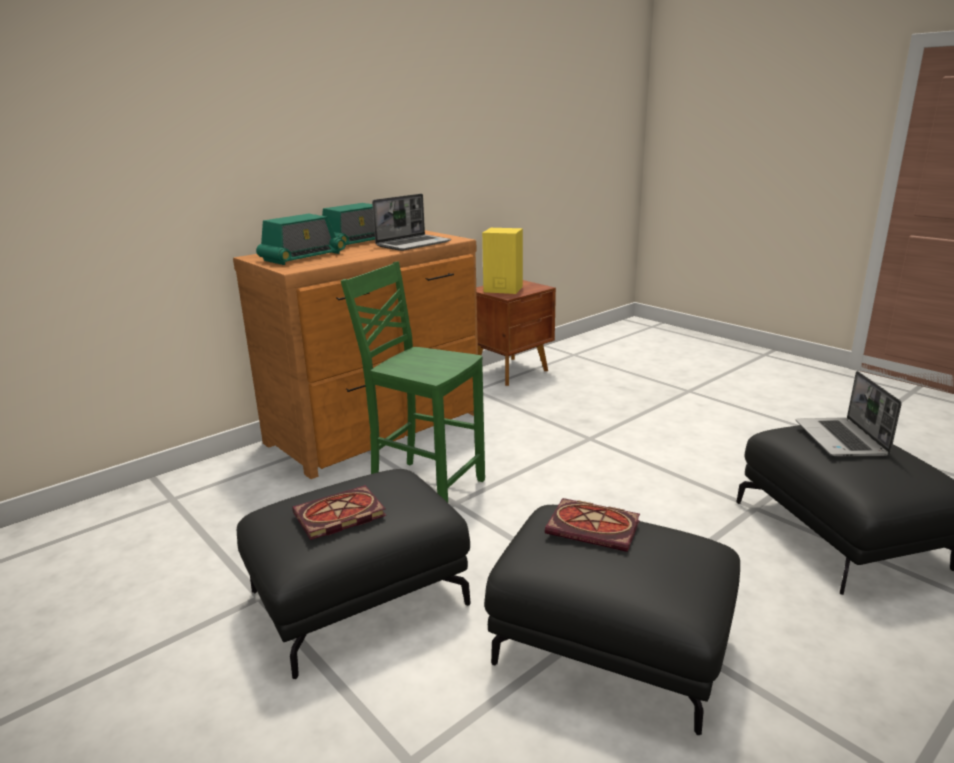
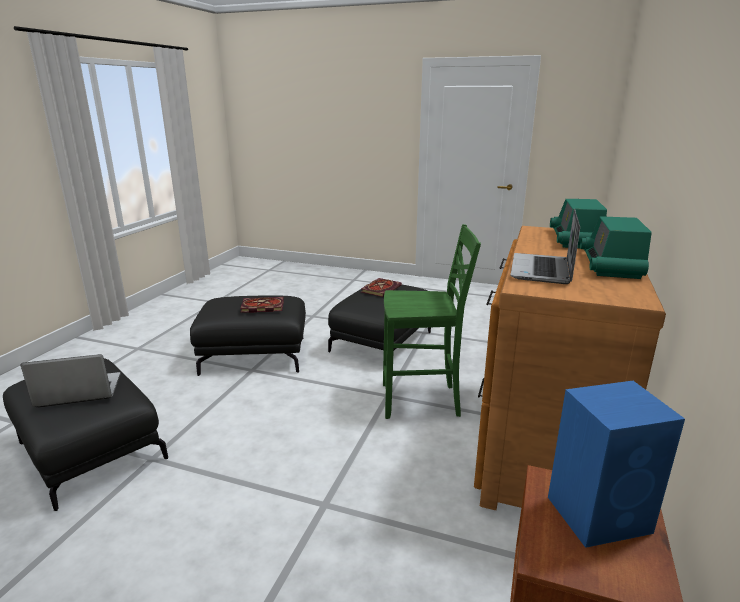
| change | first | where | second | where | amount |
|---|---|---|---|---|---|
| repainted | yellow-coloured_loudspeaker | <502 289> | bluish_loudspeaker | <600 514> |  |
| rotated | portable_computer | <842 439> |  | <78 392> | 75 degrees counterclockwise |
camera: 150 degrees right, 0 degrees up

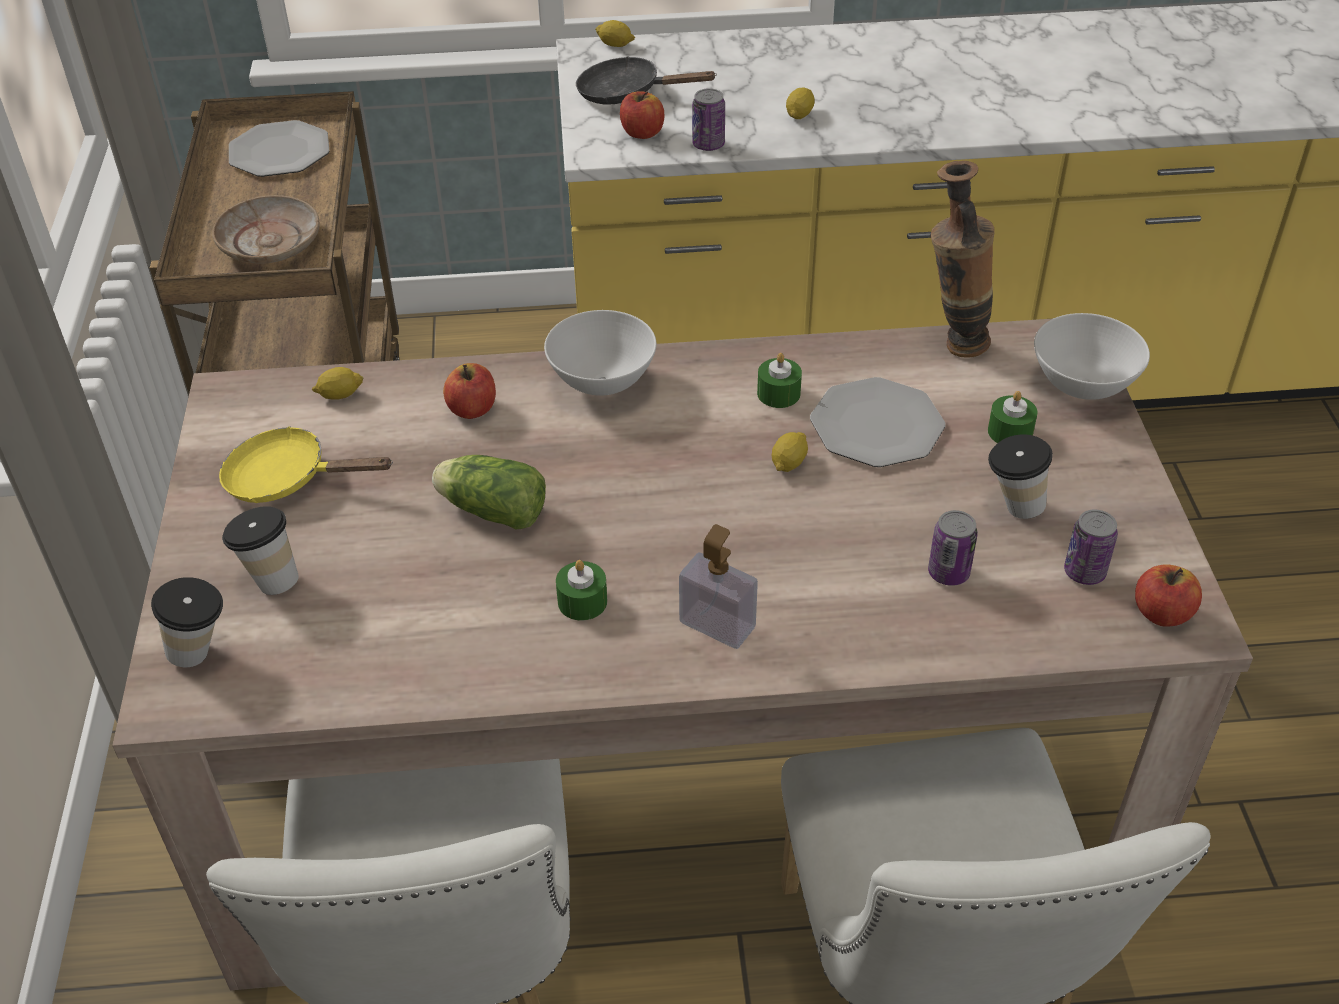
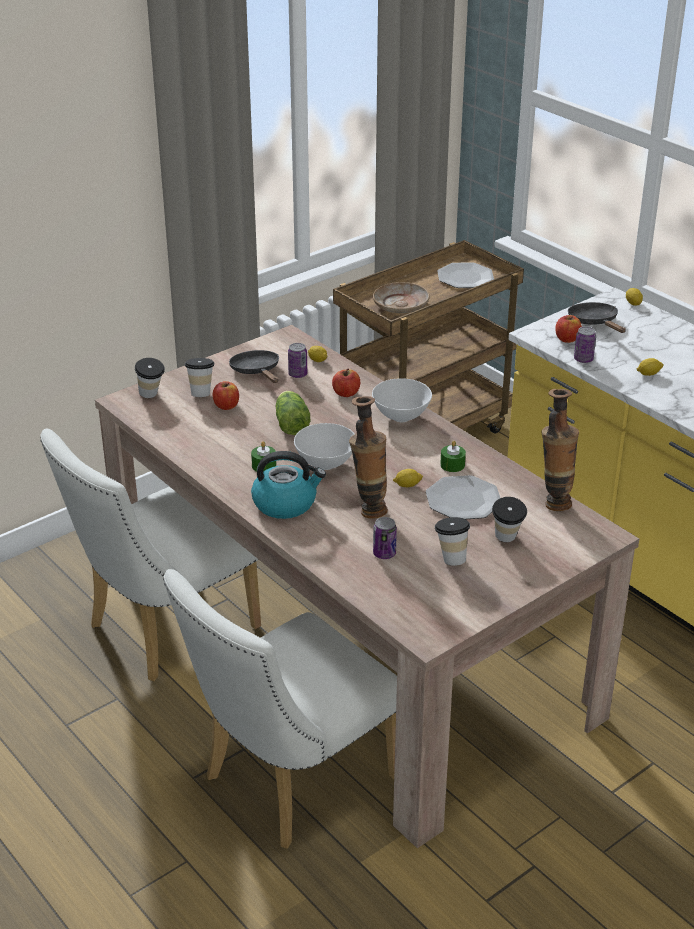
| change | first | where | second | where | amount |
|---|---|---|---|---|---|
| repainted | yellow-coloured_frying_pan | <288 479> | blackish_frying_pan | <257 371> |  |
| swapped | soap_dispenser | <717 625> | water_kettle | <286 503> |  |
| swapped | green_wax_candle | <1010 432> | small_cup | <506 540> |  |
| shifted | white-coloured_deep_dish | <1081 388> |  | <325 464> |  |
| shifted | metal_can | <1084 572> |  | <298 374> |  |
| shifted | whole_apple | <1162 613> |  | <226 406> |  |
| new |  |  | vase | <369 509> |  |
camera: 55 degrees right, 10 degrees down

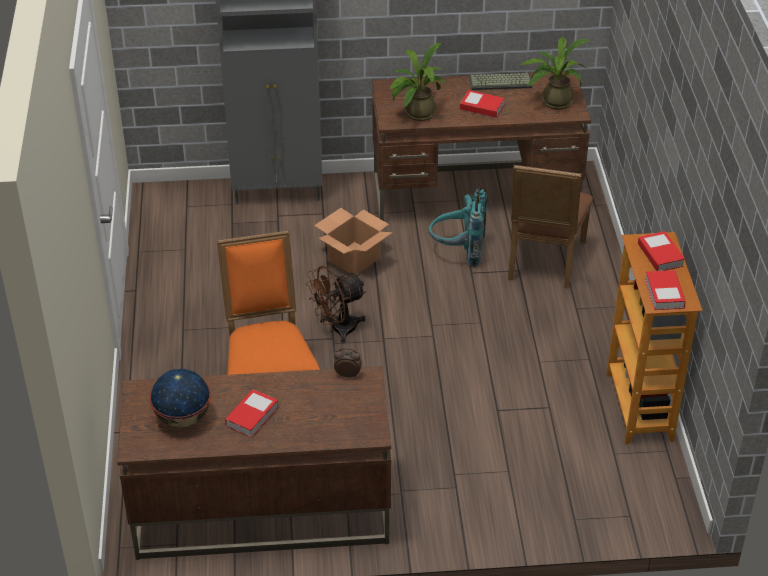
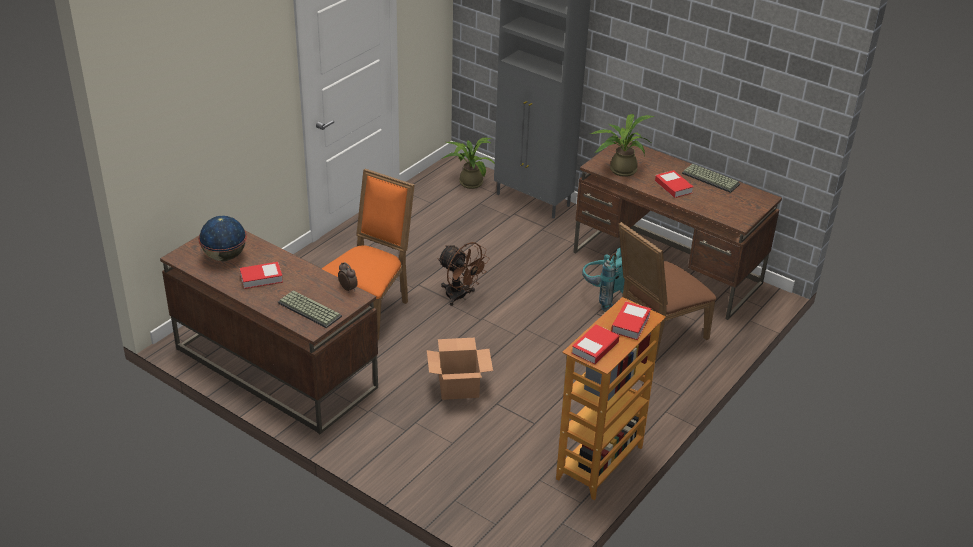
| change | first | where | second | where | amount |
|---|---|---|---|---|---|
| rotated | brownish_fan | <337 329> |  | <460 296> | 150 degrees counterclockwise |
| shifted | packing_box | <353 259> |  | <458 387> |  |
| shifted | houseplant | <553 101> |  | <469 182> |  |
| new |  |  | computer_keyboard | <308 310> |  |
camera: 40 degrees right, 5 degrees down

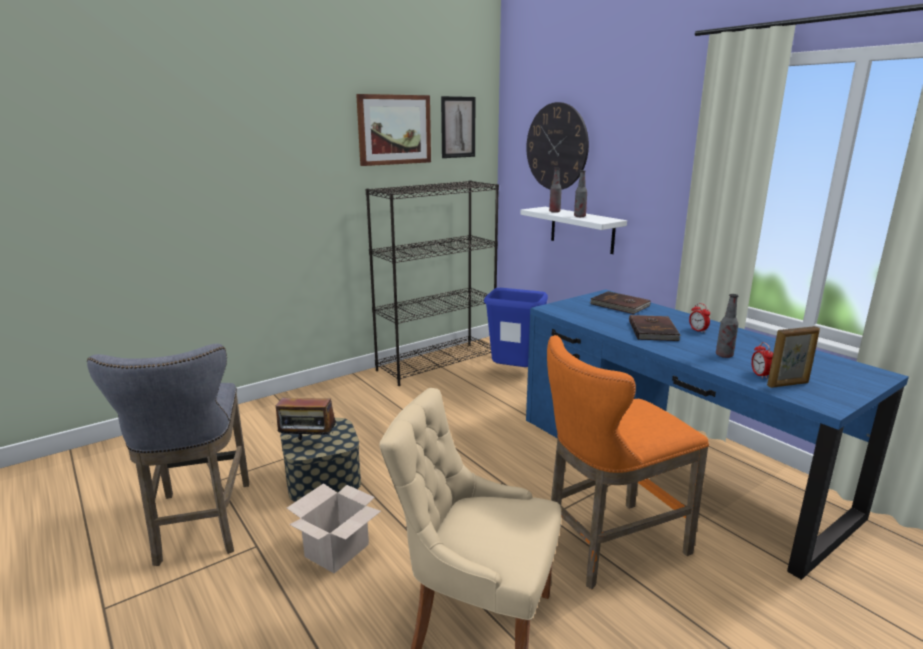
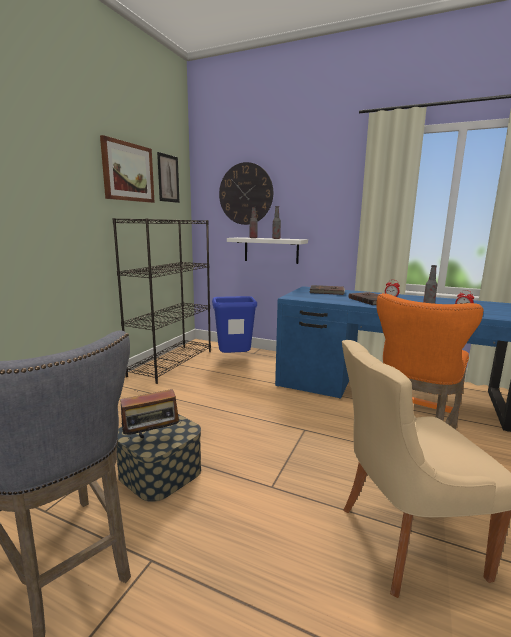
| change | first | where | second | where | amount |
|---|---|---|---|---|---|
| gone | packing_box | <336 552> |  |  |  |
| gone | standing_frame | <788 384> |  |  |  |
camera: 30 degrees left, 5 degrees down

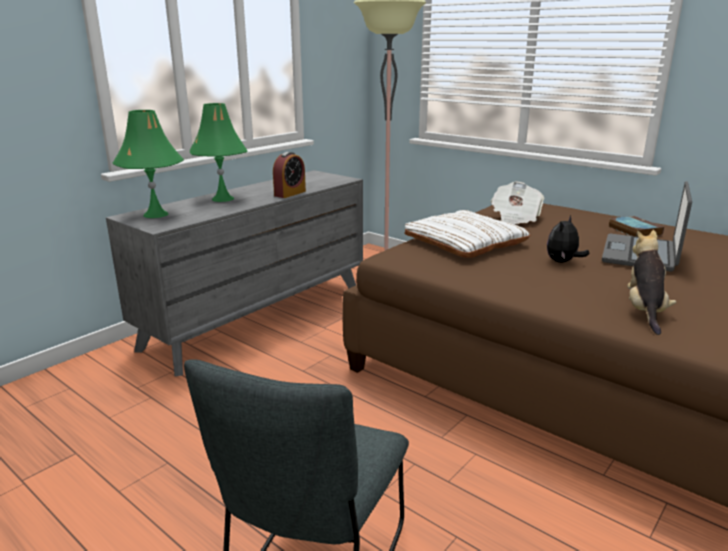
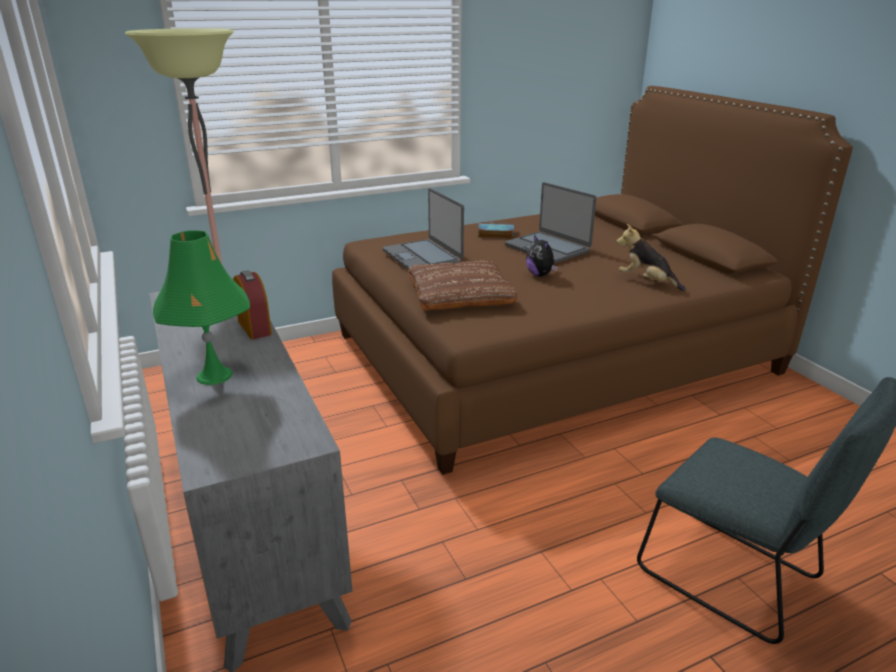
| change | first | where | second | where | amount |
|---|---|---|---|---|---|
| gone | green_lamp_for_a_table | <155 214> |  |  |  |
| repainted | white-coloured_pillow | <465 242> | brownish_pillow | <460 293> |  |
| swapped | newspaper | <515 217> | portable_computer | <423 257> |  |
camera: 65 degrees left, 5 degrees up

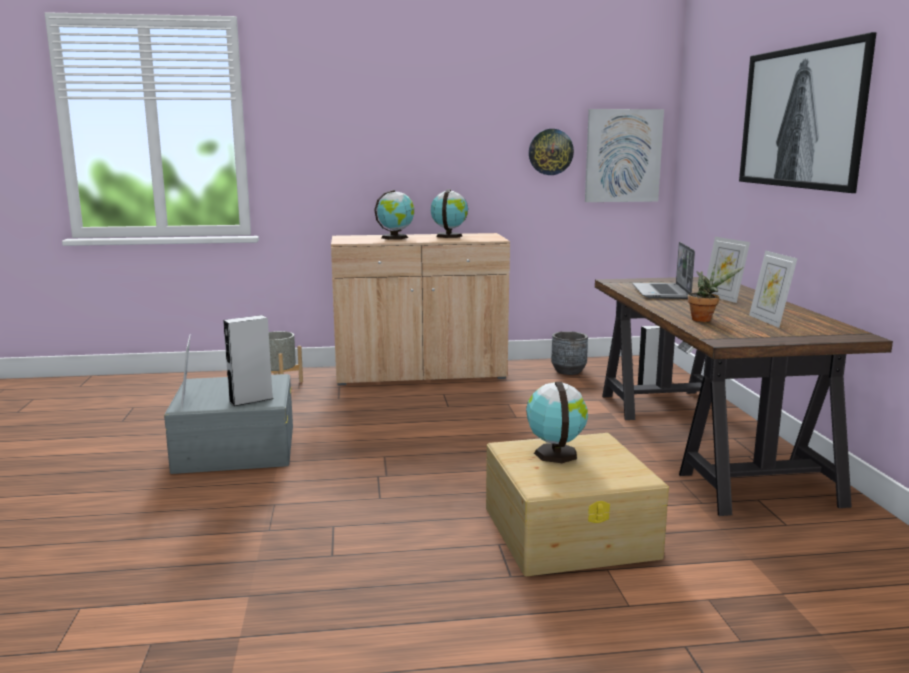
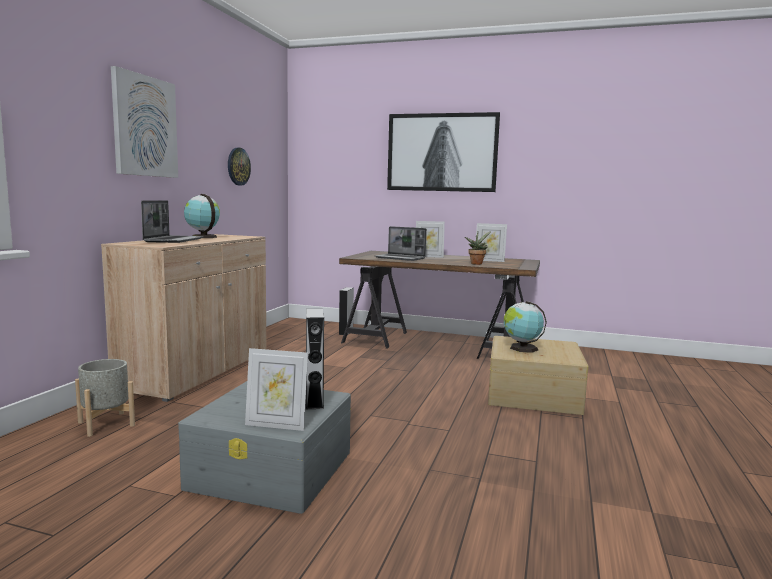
| change | first | where | second | where | amount |
|---|---|---|---|---|---|
| swapped | world_globe | <396 237> | portable_computer | <173 240> |  |
| gone | gray_flower_pot | <568 371> |  |  |  |
| shifted | wall_art | <623 156> |  | <144 126> |  |
camera: 65 degrees left, 5 degrees down

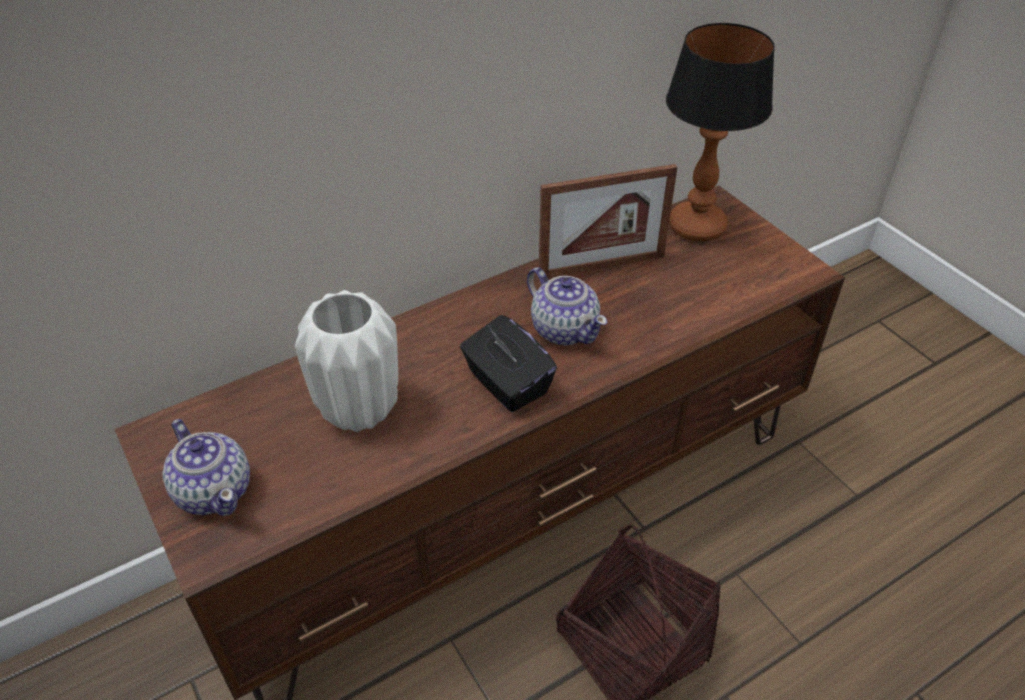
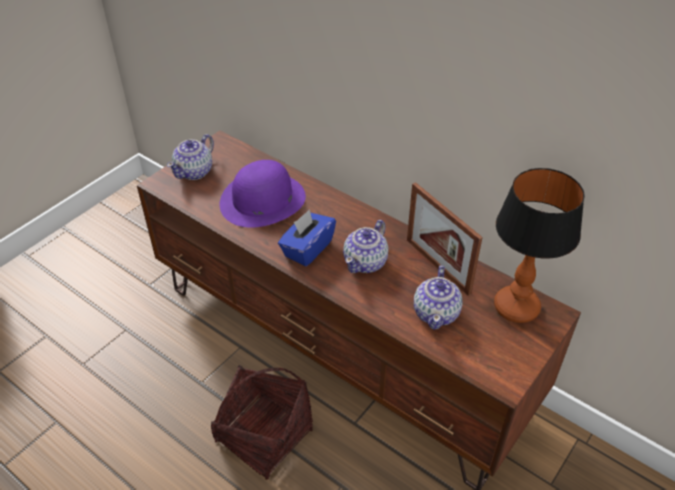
| change | first | where | second | where | amount |
|---|---|---|---|---|---|
| swapped | white-coloured_vase | <360 411> | purplish_hat | <262 200> |  |
| repainted | blackish_tissue_holder | <506 384> | bluish_tissue_holder | <307 249> |  |
| new |  |  | pot_for_tea | <436 313> |  |
camera: 70 degrees right, 0 degrees up

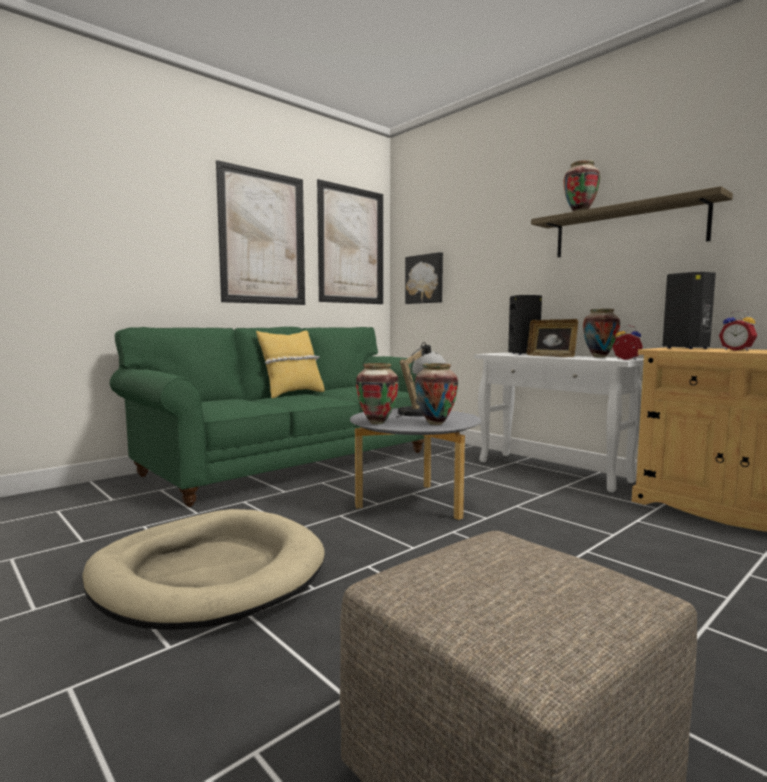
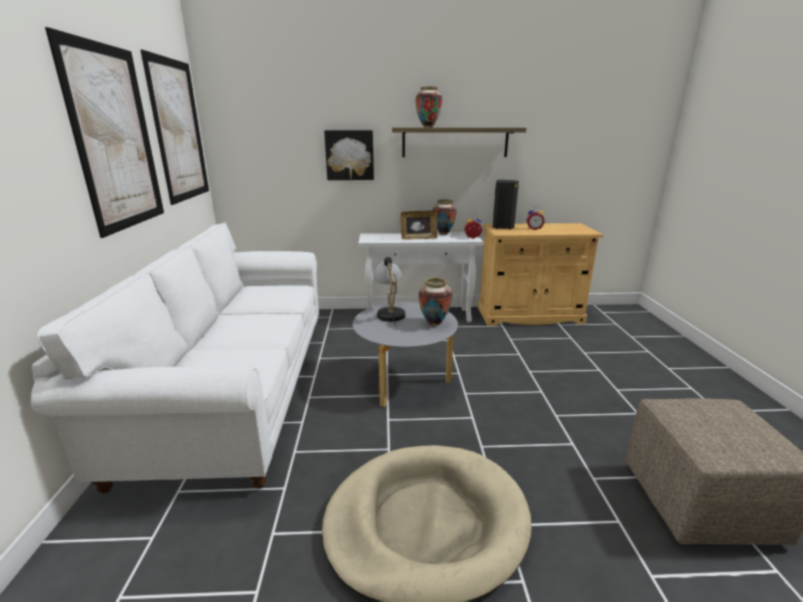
| change | first | where | second | where | amount |
|---|---|---|---|---|---|
| repainted | green_couch | <292 463> | white-coloured_couch | <237 389> |  |
| gone | yellow-coloured_pillow | <292 394> |  |  |  |
| gone | vase | <377 423> |  |  |  |
| shifted | wall_art | <425 279> |  | <349 155> |  |
| gone | blackish_loudspeaker | <524 354> |  |  |  |
camera: 50 degrees left, 15 degrees up

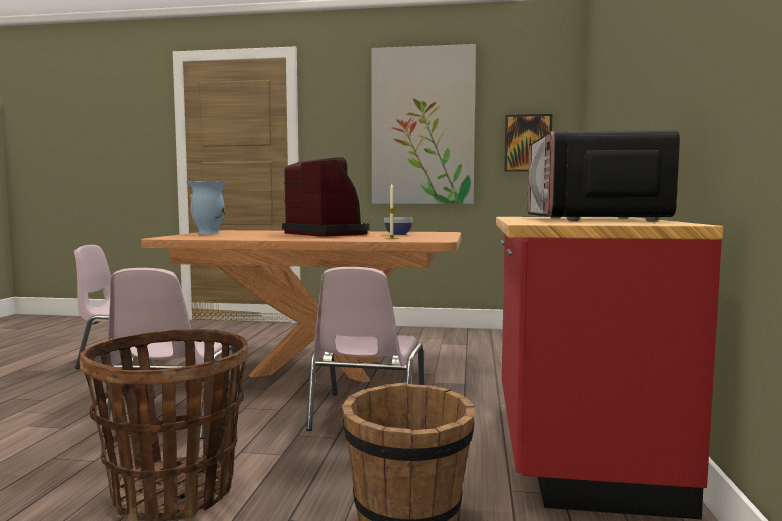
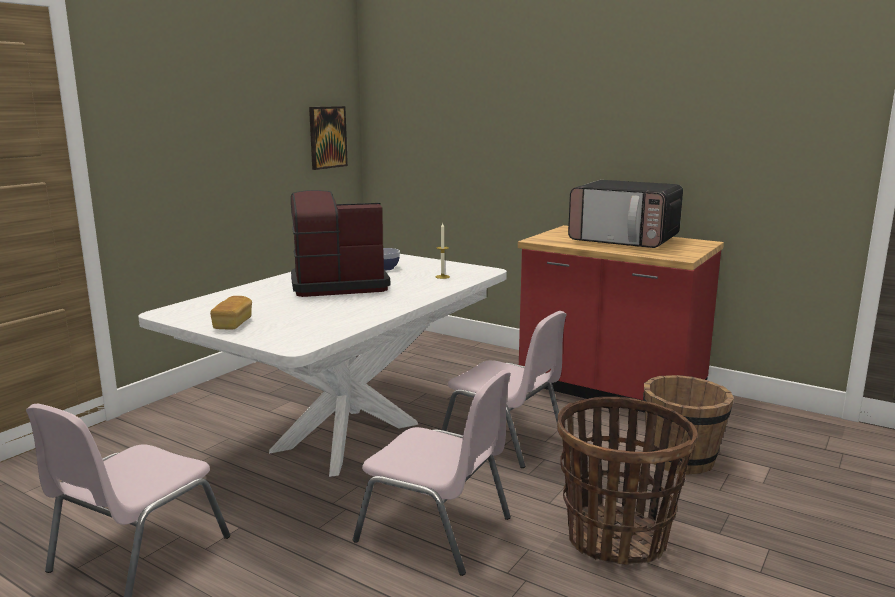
| change | first | where | second | where | amount |
|---|---|---|---|---|---|
| repainted | brownish_kitchen_table | <318 368> | white-coloured_kitchen_table | <348 437> |  |
| swapped | vase | <208 233> | bakery_bread | <232 324> |  |
| gone | wall_art | <422 126> |  |  |  |
camera: 65 degrees left, 10 degrees up

